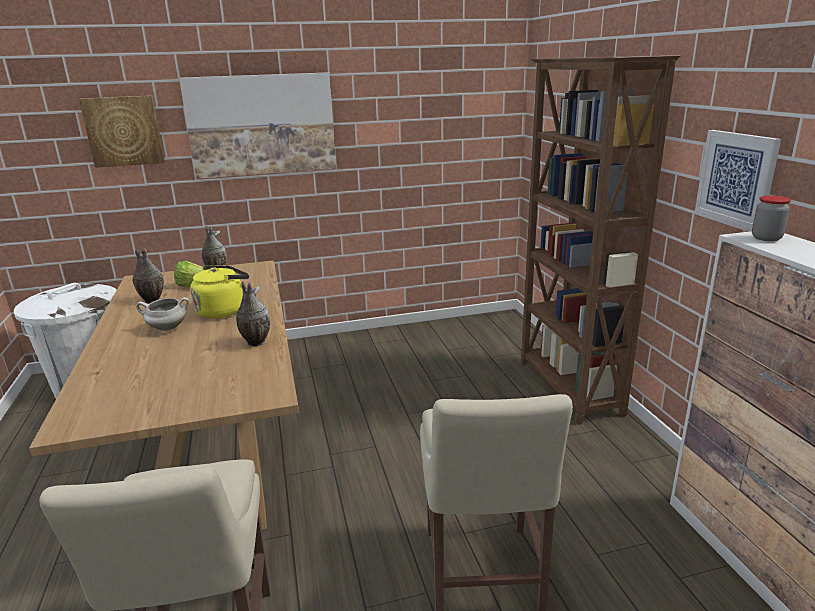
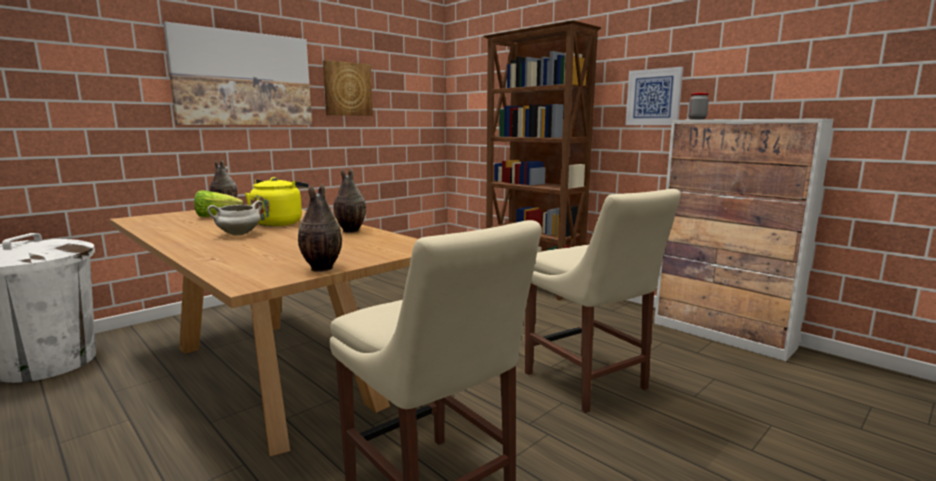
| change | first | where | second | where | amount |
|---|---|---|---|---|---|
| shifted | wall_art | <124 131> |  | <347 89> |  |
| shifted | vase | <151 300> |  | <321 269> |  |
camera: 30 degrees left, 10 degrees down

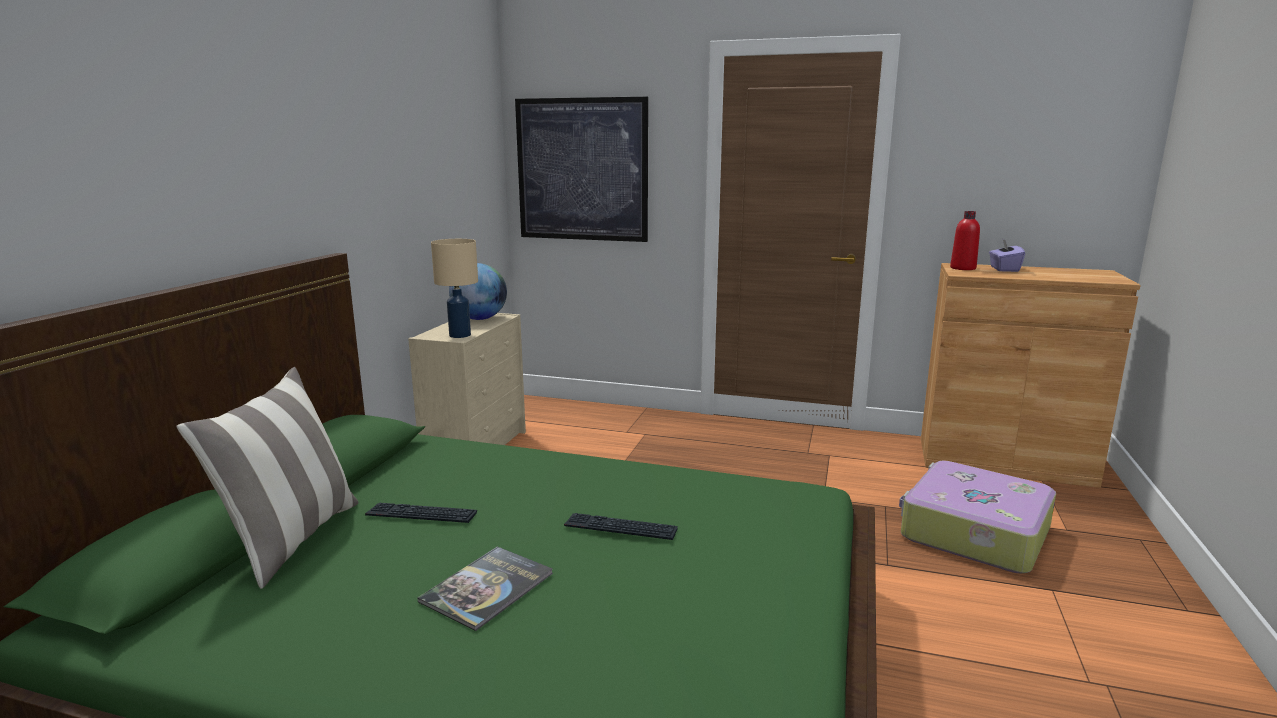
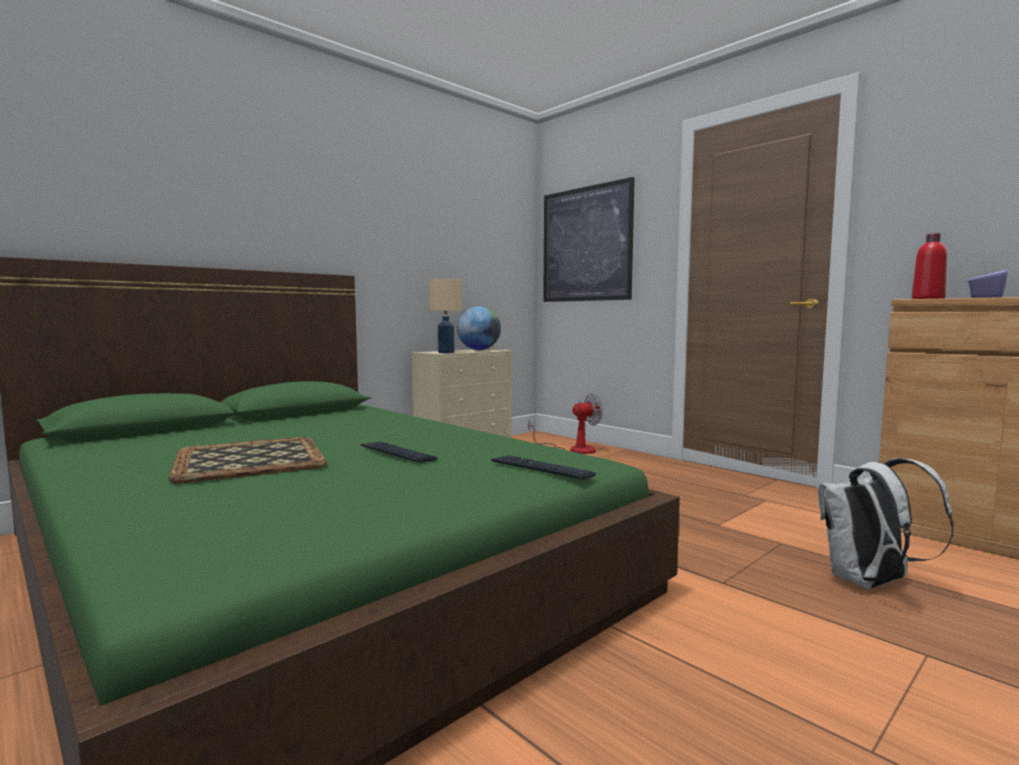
| change | first | where | second | where | amount |
|---|---|---|---|---|---|
| gone | pillow | <290 540> |  |  |  |
| shifted | computer_keyboard | <421 515> |  | <541 469> |  |
| swapped | bound_book | <487 588> | serving_tray | <251 460> |  |
| swapped | travel_case | <972 532> | white-coloured_backpack | <870 583> |  |
| new |  |  | fan | <573 449> |  |
camera: 30 degrees right, 10 degrees down

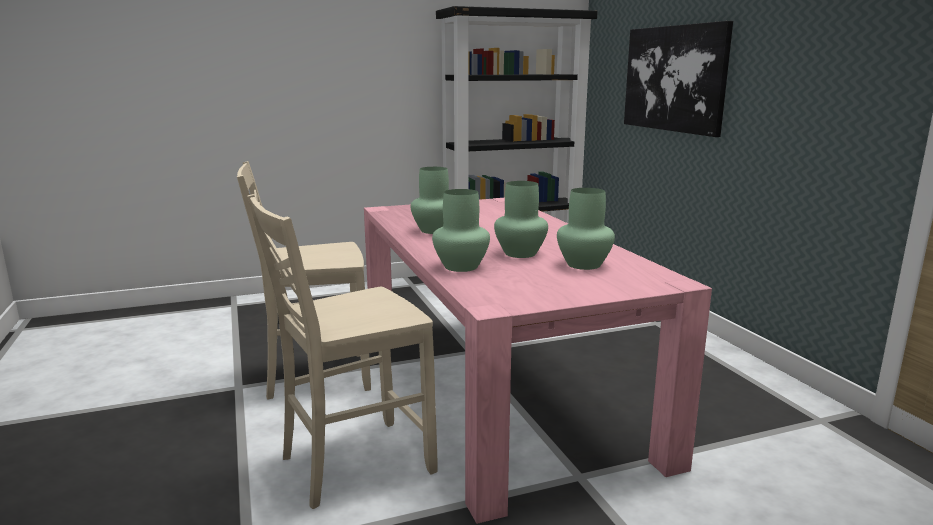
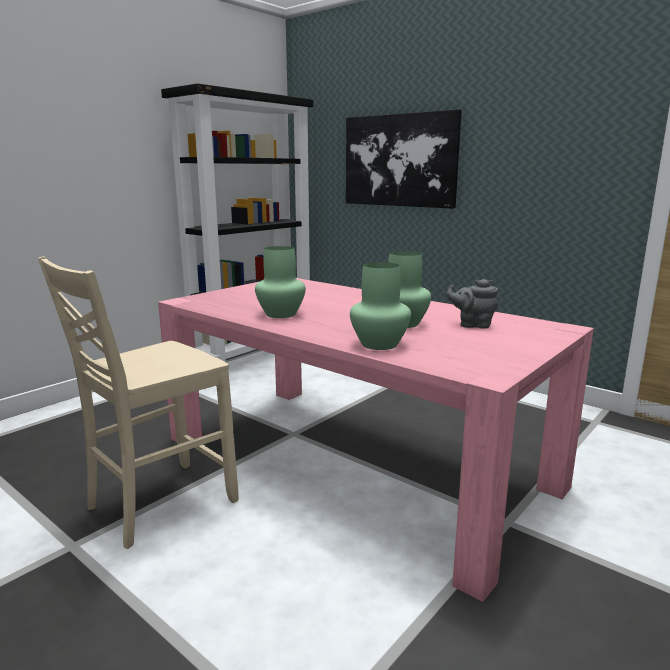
| change | first | where | second | where | amount |
|---|---|---|---|---|---|
| gone | beige-coloured_upright_chair | <353 463> |  |  |  |
| swapped | green_vase | <585 265> | gray_pot_for_tea | <472 325> |  |
camera: 30 degrees left, 0 degrees up

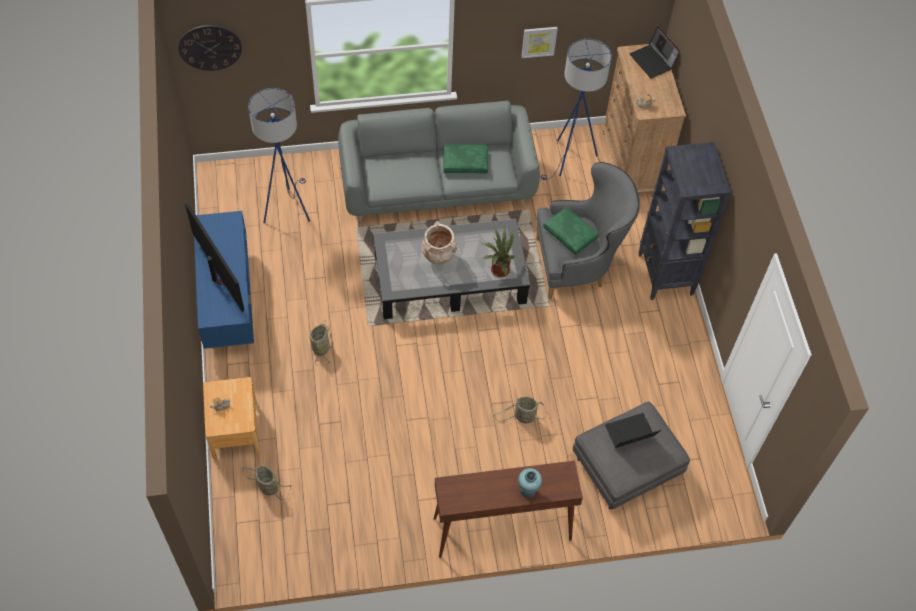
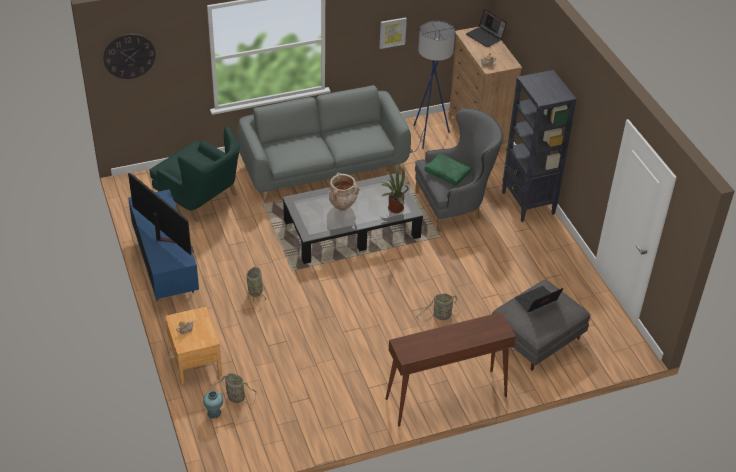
| change | first | where | second | where | amount |
|---|---|---|---|---|---|
| swapped | bluish_standard_lamp | <287 207> | green_easy_chair | <200 197> |  |
| gone | green_pillow | <465 162> |  |  |  |
| shifted | blue-green_vase | <528 490> |  | <214 413> |  |
camera: 10 degrees left, 15 degrees down

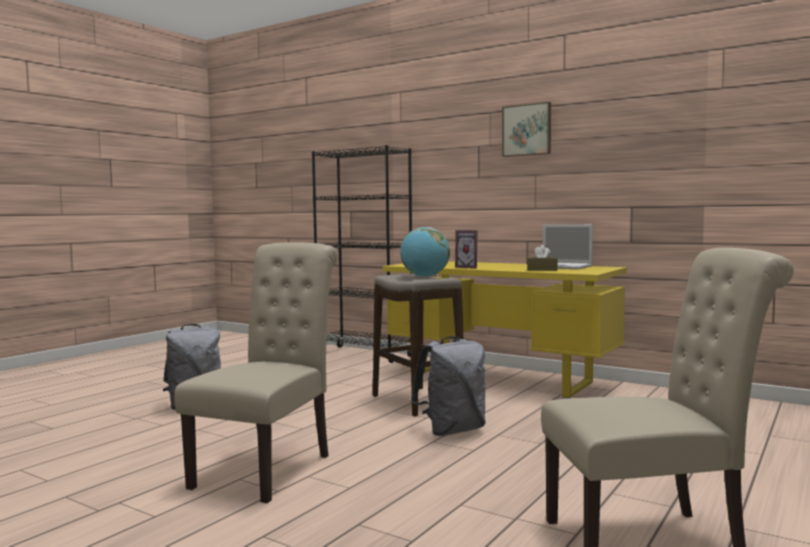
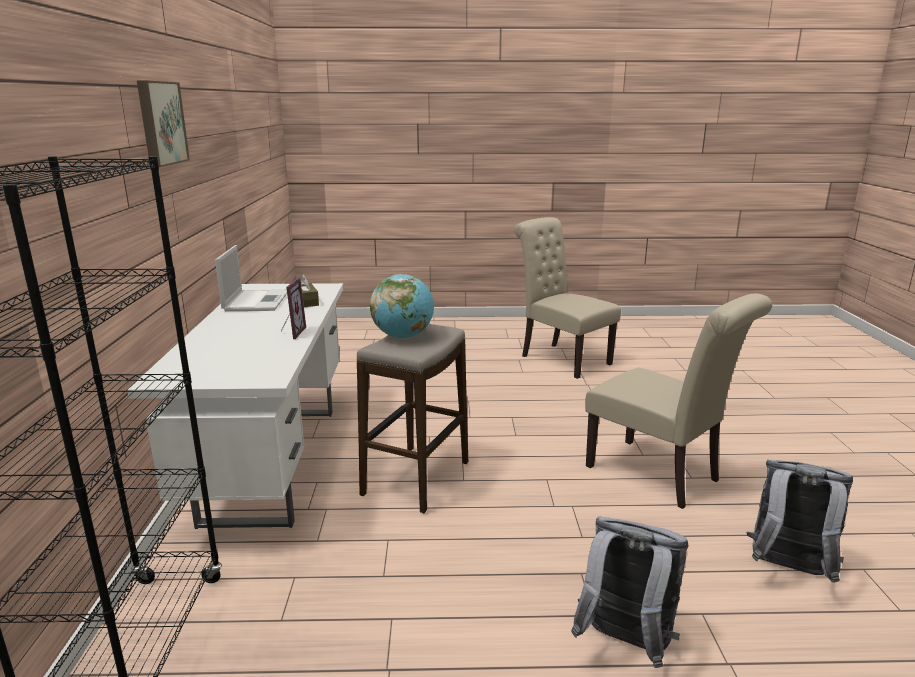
| change | first | where | second | where | amount |
|---|---|---|---|---|---|
| rotated | beige-coloured_upright_chair | <269 468> |  | <659 475> | 120 degrees counterclockwise |
| repainted | yellow-coloured_desk | <501 378> | white-coloured_desk | <273 461> |  |
| shifted | gray_backpack | <452 430> |  | <788 570> |  |
camera: 125 degrees left, 15 degrees up

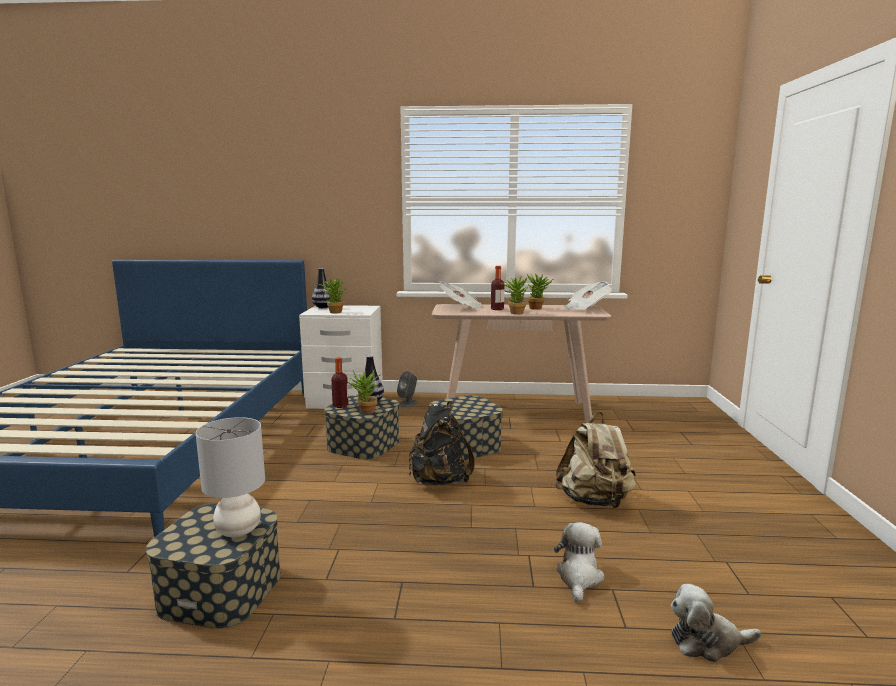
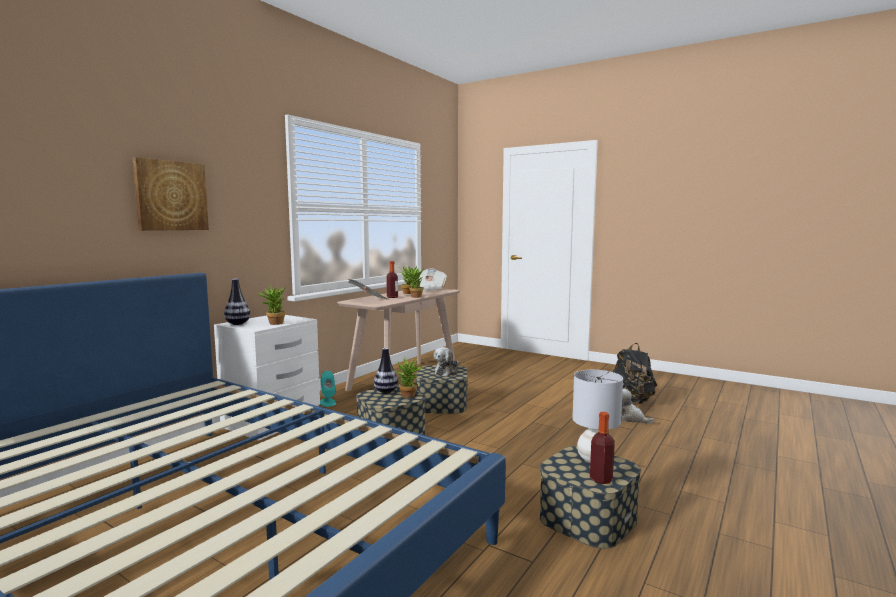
| change | first | where | second | where | amount |
|---|---|---|---|---|---|
| shifted | beverage_bottle | <340 405> |  | <601 479> |  |
| repainted | gray_loudspeaker | <408 403> | blue-green_loudspeaker | <327 402> |  |
| shifted | blackish_backpack | <439 480> |  | <631 401> |  |
| gone | beige-coloured_backpack | <594 501> |  |  |  |
| shifted | soft_toy | <707 642> |  | <447 372> |  |
| new |  |  | wall_art | <171 196> |  |
camera: 60 degrees left, 5 degrees down

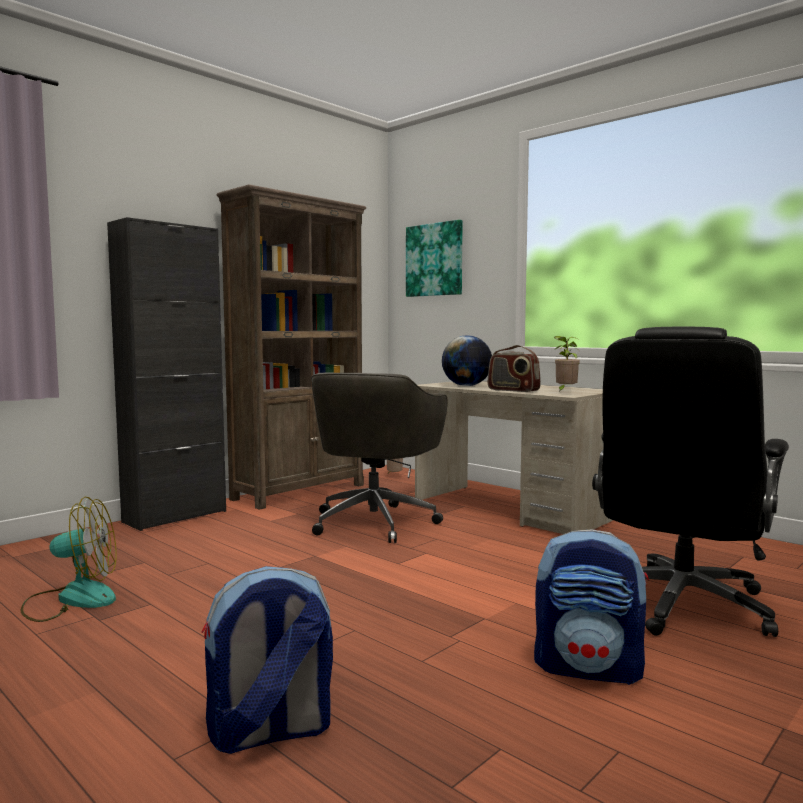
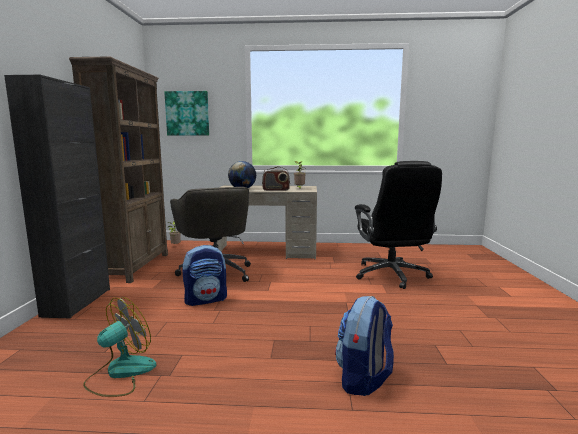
| change | first | where | second | where | amount |
|---|---|---|---|---|---|
| shifted | backpack | <589 668> |  | <206 300> |  |
camera: 40 degrees left, 5 degrees up

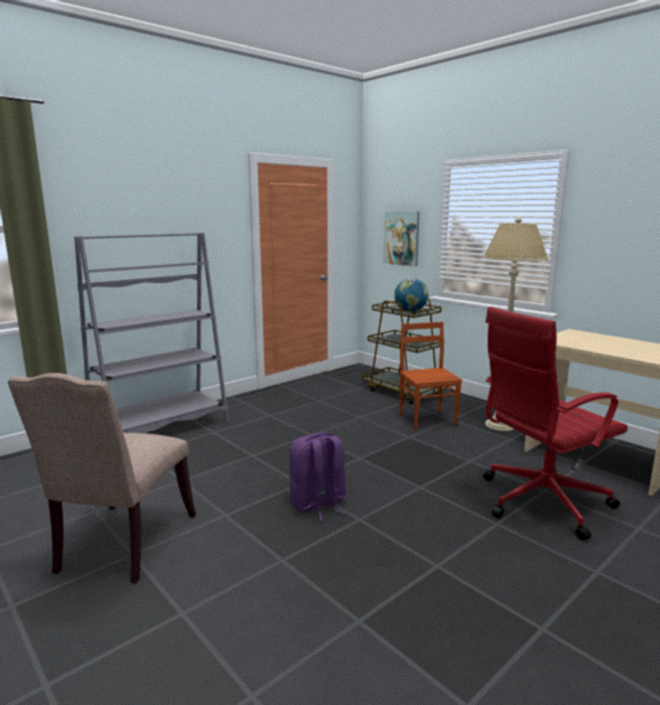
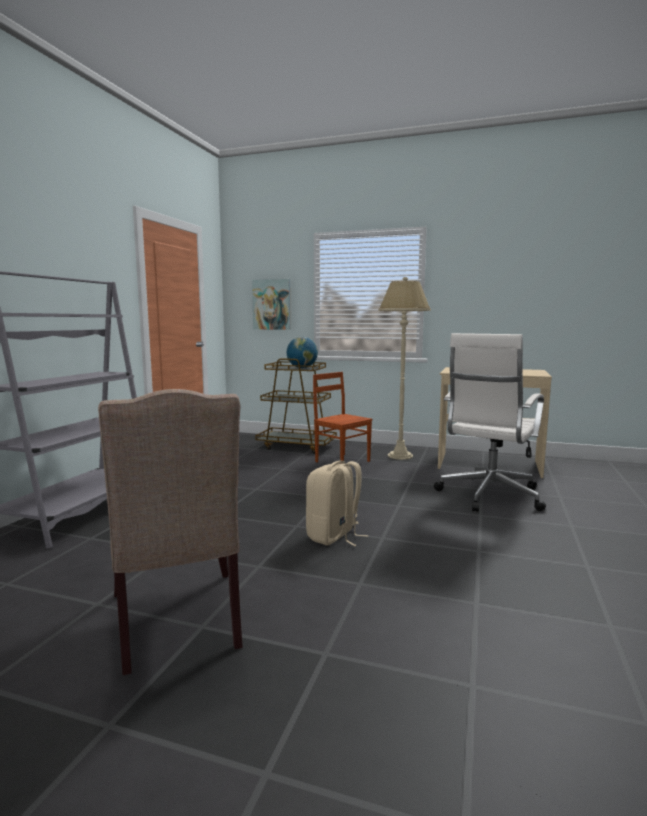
| change | first | where | second | where | amount |
|---|---|---|---|---|---|
| repainted | purplish_backpack | <318 504> | beige-coloured_backpack | <334 536> |  |
| repainted | reddish_computer_chair | <540 502> | white-coloured_computer_chair | <488 496> |  |
camera: 30 degrees left, 5 degrees down

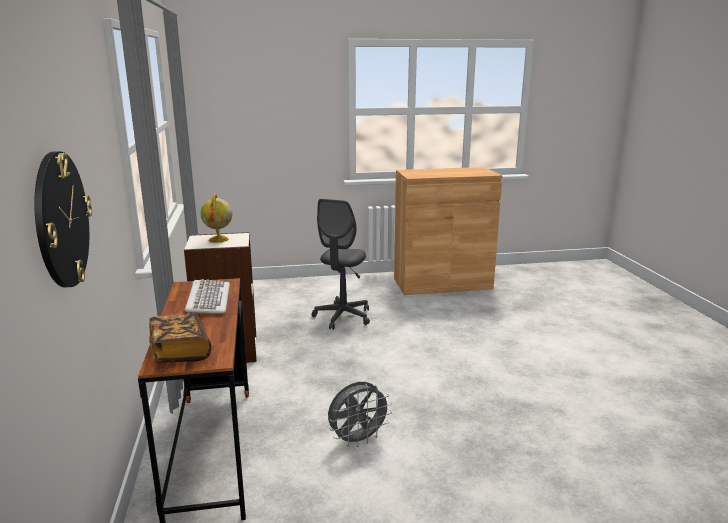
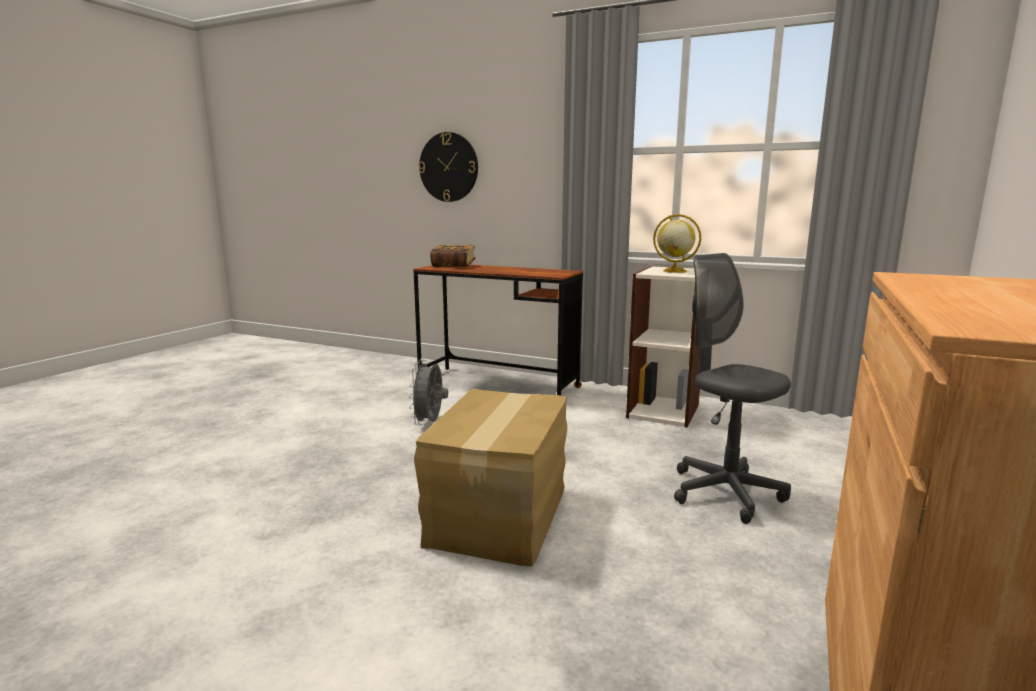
| change | first | where | second | where | amount |
|---|---|---|---|---|---|
| gone | computer_keyboard | <208 300> |  |  |  |
| new |  |  | packing_box | <501 514> |  |
camera: 125 degrees right, 5 degrees down

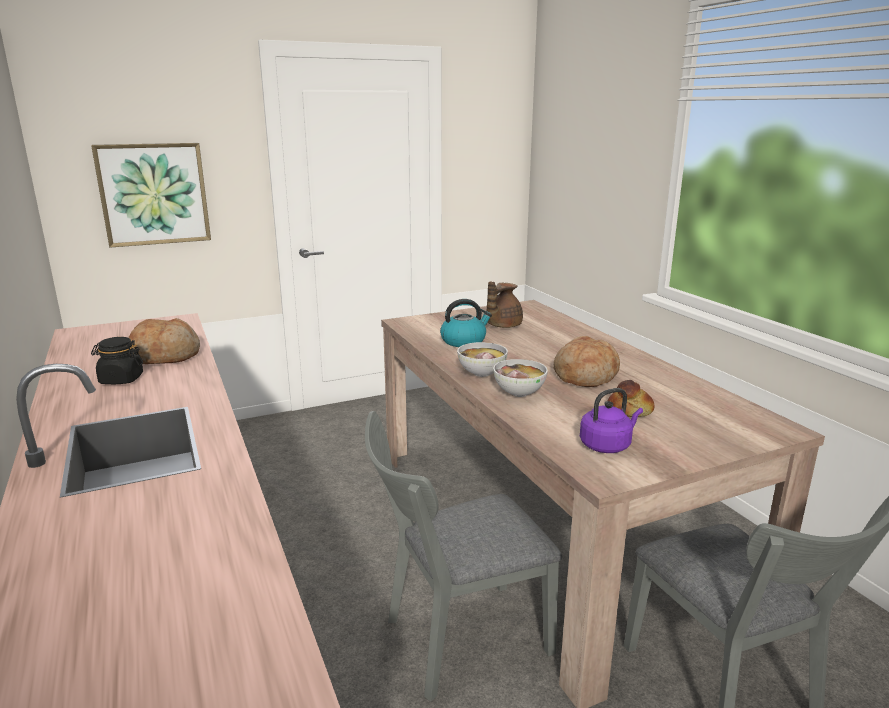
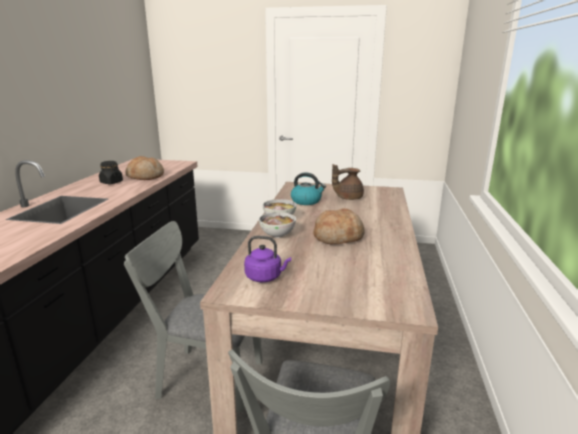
| change | first | where | second | where | amount |
|---|---|---|---|---|---|
| gone | wall_art | <154 194> |  |  |  |
| gone | bakery_bread | <630 411> |  |  |  |
camera: 35 degrees right, 0 degrees up

